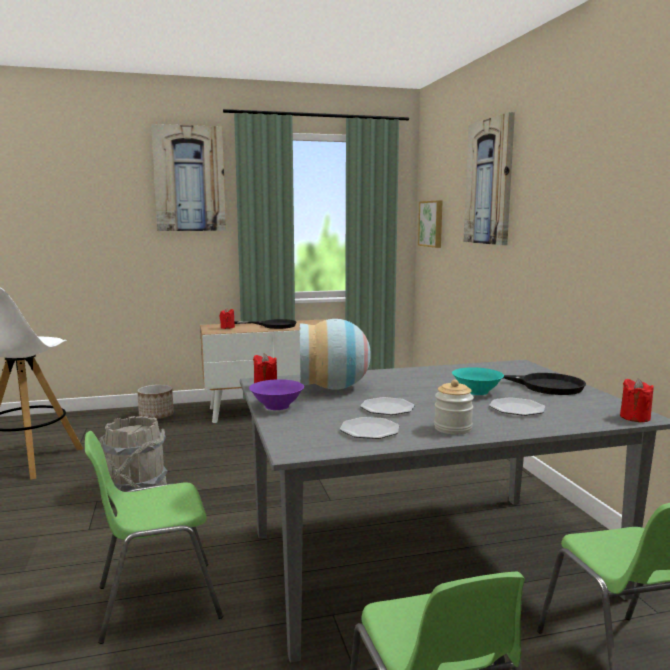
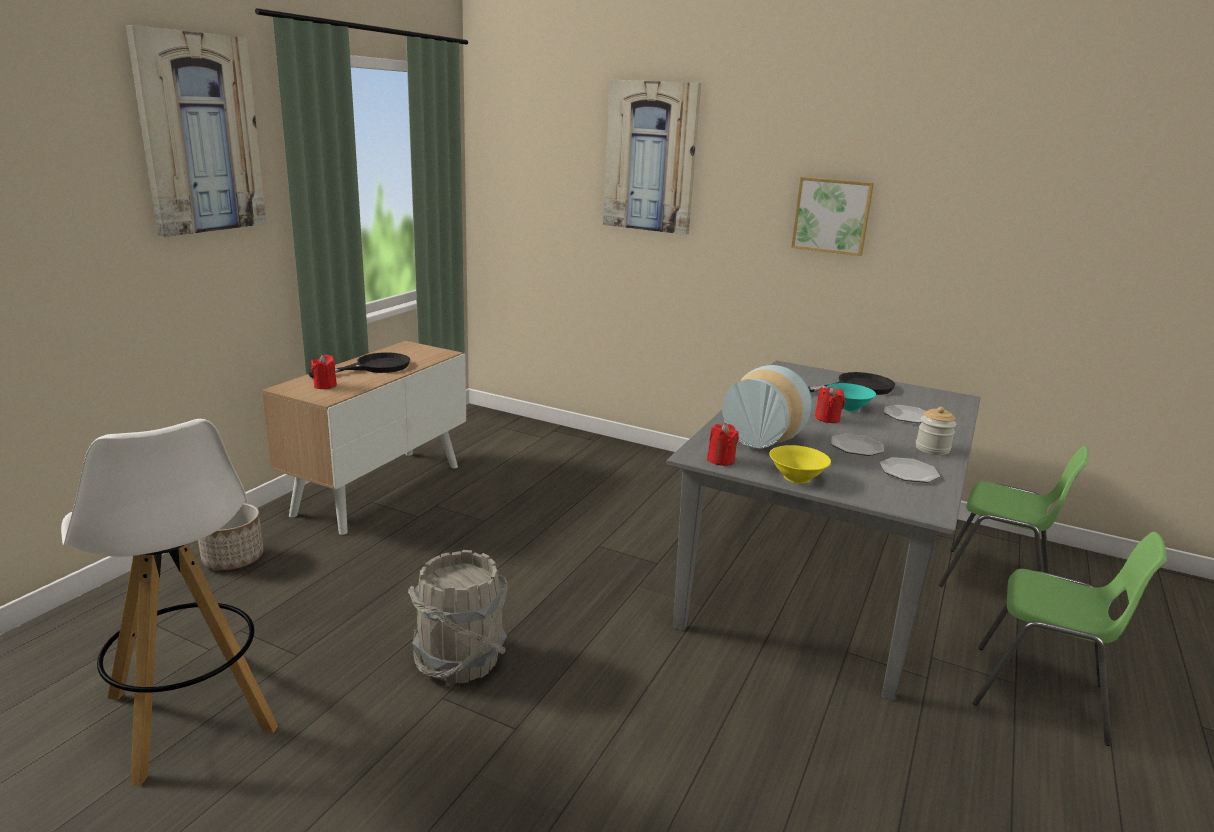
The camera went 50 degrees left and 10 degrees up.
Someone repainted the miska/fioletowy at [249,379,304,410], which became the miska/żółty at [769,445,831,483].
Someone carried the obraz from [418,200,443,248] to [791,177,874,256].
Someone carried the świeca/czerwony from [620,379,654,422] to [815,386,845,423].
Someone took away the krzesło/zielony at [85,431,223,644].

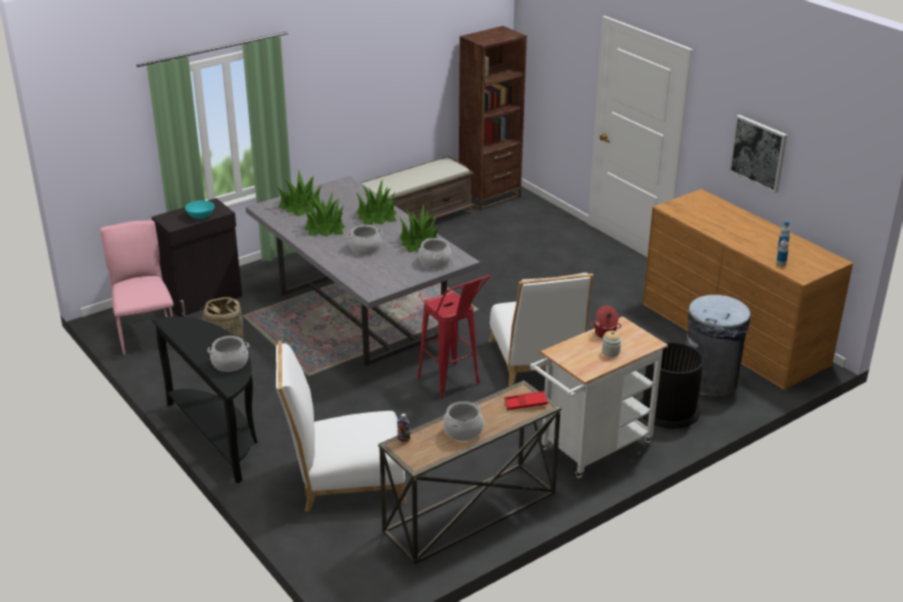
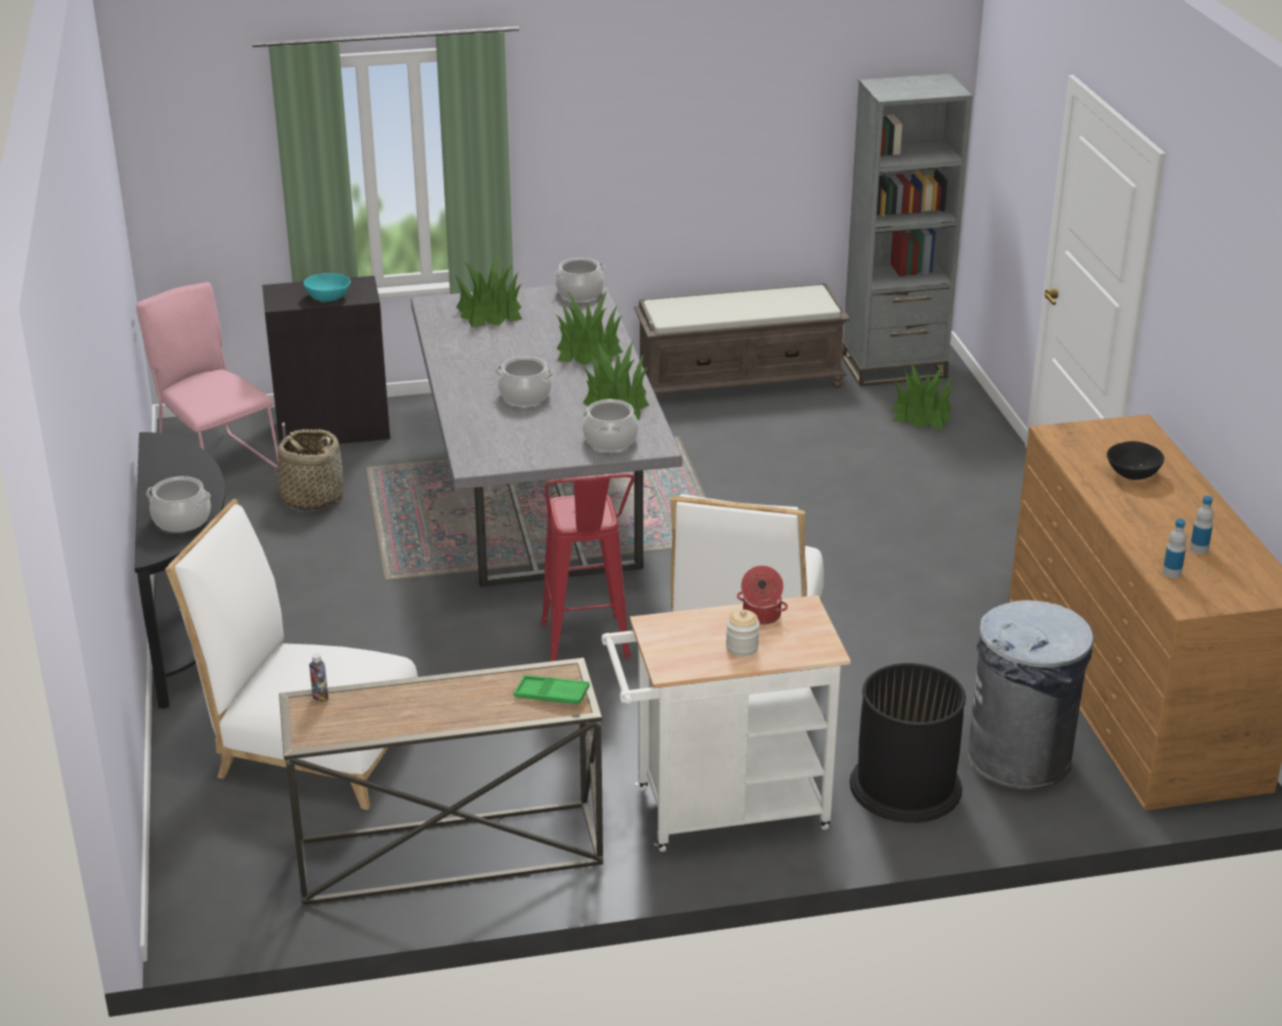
The camera went 25 degrees right and 0 degrees up.
Someone rotated the krzesło/różowy at [100,220,174,356] by 45 degrees counterclockwise.
Someone repainted the taca/czerwony at [505,391,548,410], which became the taca/zielony at [514,675,590,704].
Someone carried the garnek from [443,401,484,441] to [554,258,605,301].
Someone repainted the regał/brązowy at [459,26,527,210], which became the regał/szary at [842,74,973,386].
Someone carried the roślina doniczkowa from [303,191,345,237] to [891,361,954,430].
Someone put down the miska/czarny at [1107,441,1164,480].
Someone took away the obraz at [729,115,787,193].

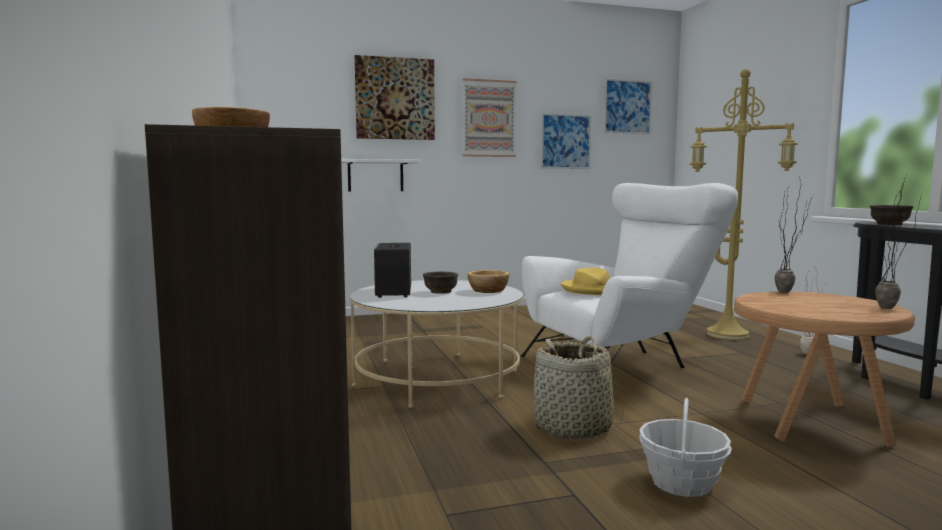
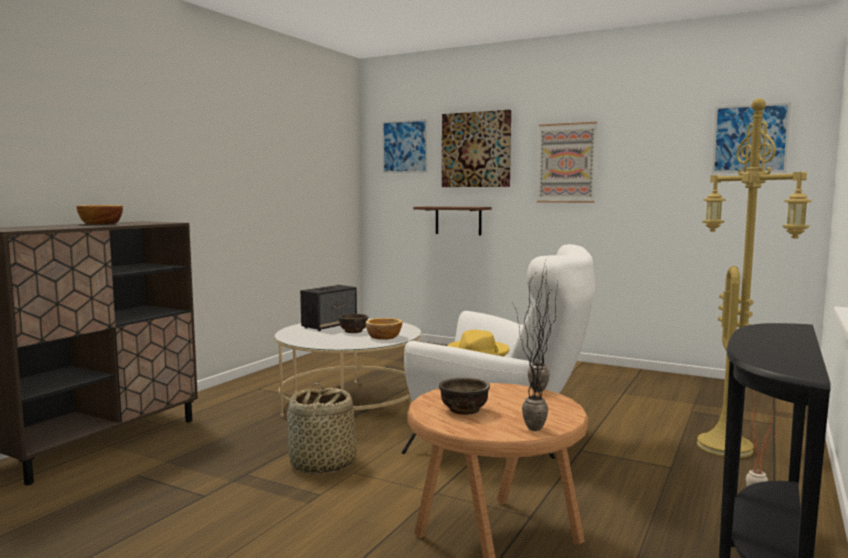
The camera went 45 degrees right and 0 degrees up.
Someone carried the obraz from [541,113,592,169] to [382,119,428,173].
Someone repainted the półka/biały at [341,159,420,191], which became the półka/brązowy at [413,206,491,235].
Someone carried the miska/brązowy from [870,205,913,225] to [439,378,490,415].
Someone took away the koszyk at [639,398,732,497].

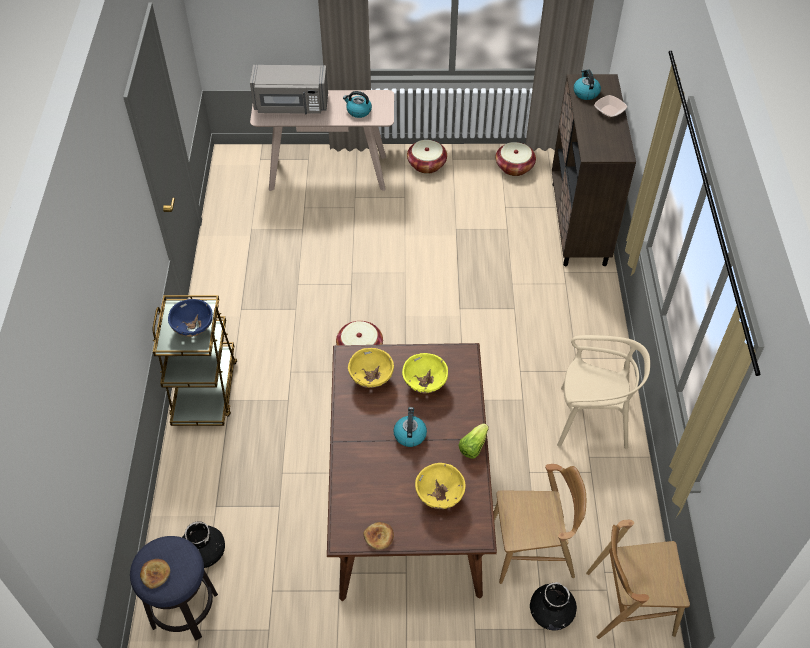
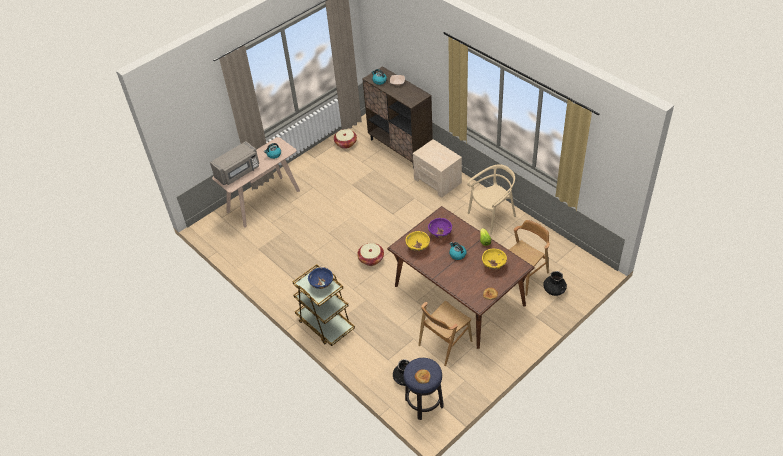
The camera went 40 degrees left and 5 degrees down.
Someone put down the szafka nocna/beżowy at [413,139,462,198].
Someone carried the krzesło/brązowy from [586,520,690,639] to [418,301,472,366].
Someone repainted the miska/żółty at [402,353,448,394], which became the miska/fioletowy at [428,218,452,238].
Someone took away the koszyk at [407,140,447,174].

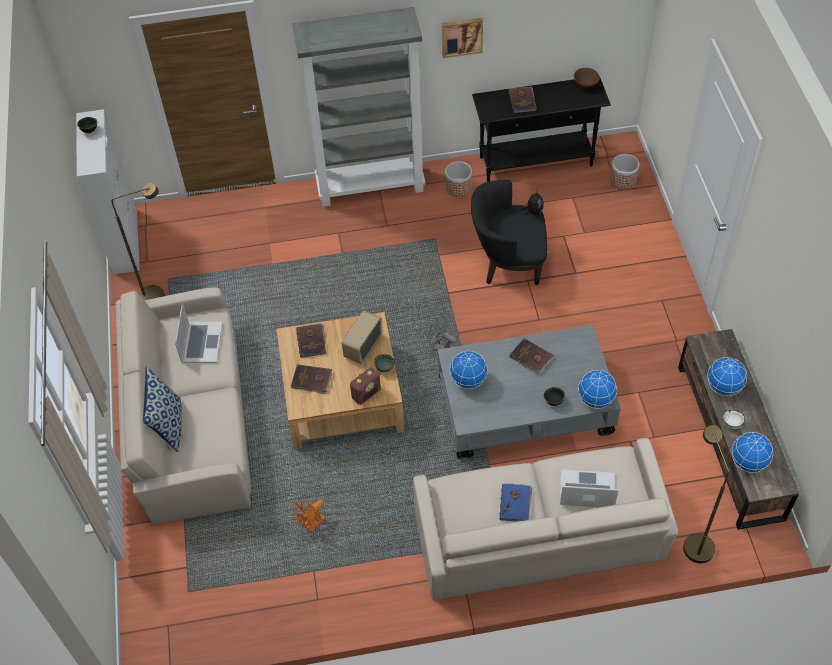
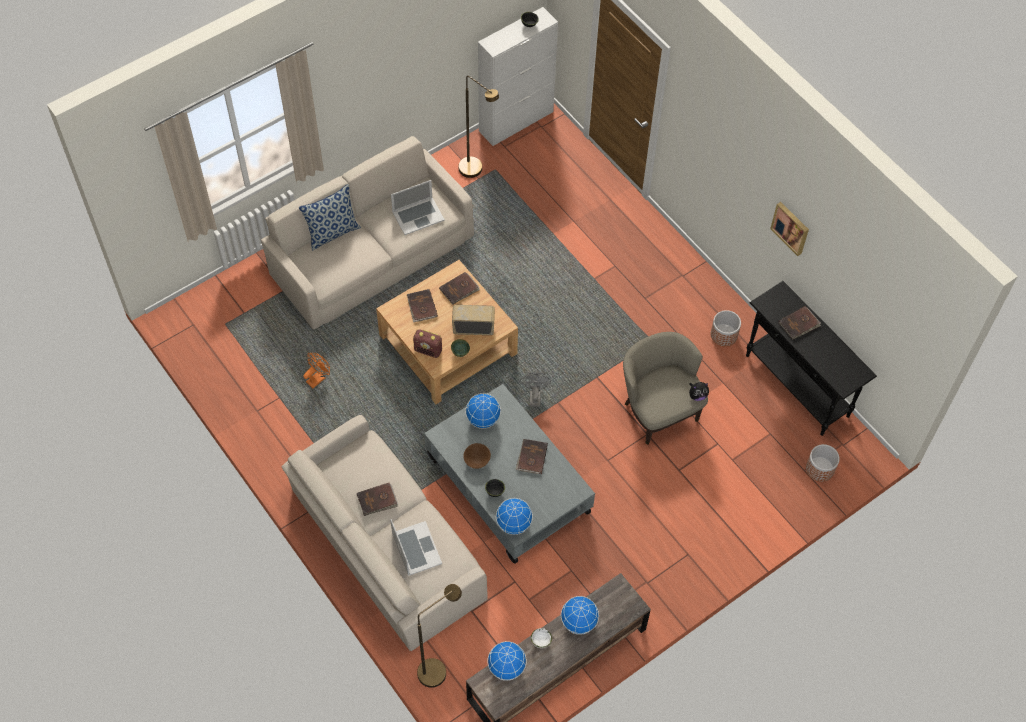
The camera went 60 degrees right and 5 degrees up.
Someone rotated the wentylator/pomarańczowy at [293,499,325,532] by 120 degrees clockwise.
Someone repainted the książka/niebieski at [500,483,532,522], which became the książka/brązowy at [357,483,398,516].
Someone carried the miska/brązowy from [574,68,600,88] to [463,443,491,469].
Someone repainted the fotel/czarny at [471,180,547,285], which became the fotel/beżowy at [623,332,708,445].
Someone took away the regał/szary at [293,7,425,207].

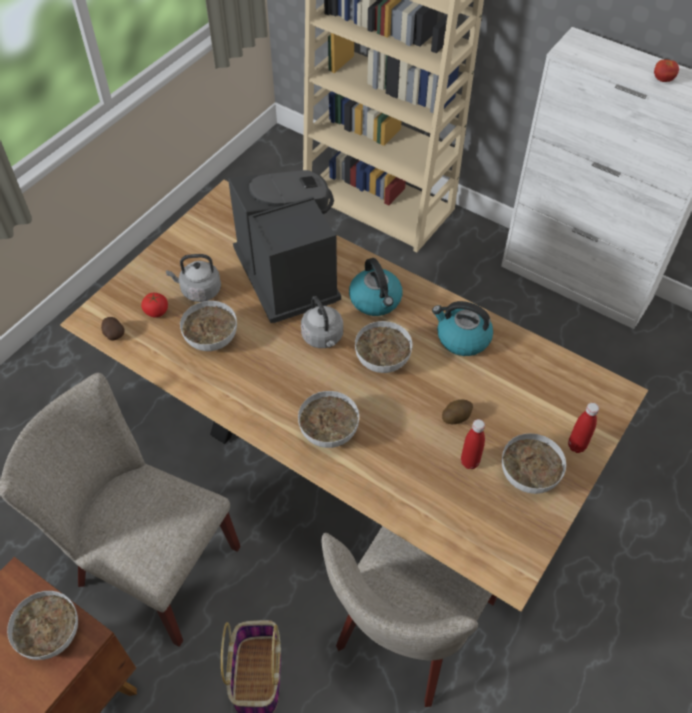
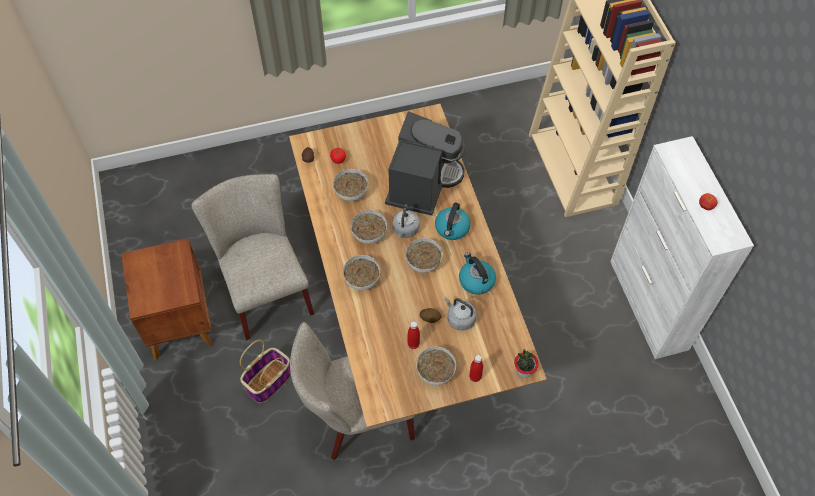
The camera went 40 degrees right and 5 degrees up.
Someone carried the miska from [7,591,78,660] to [351,210,387,244].
Someone carried the czajnik/szary from [166,254,221,302] to [444,297,477,331].
Someone put down the roślina doniczkowa at [514,349,539,378].

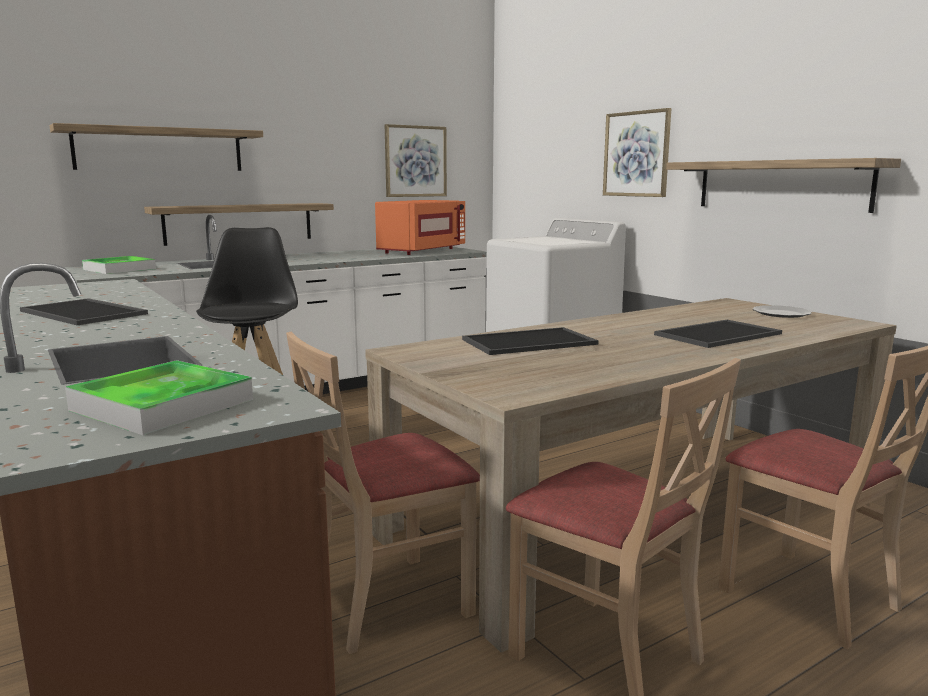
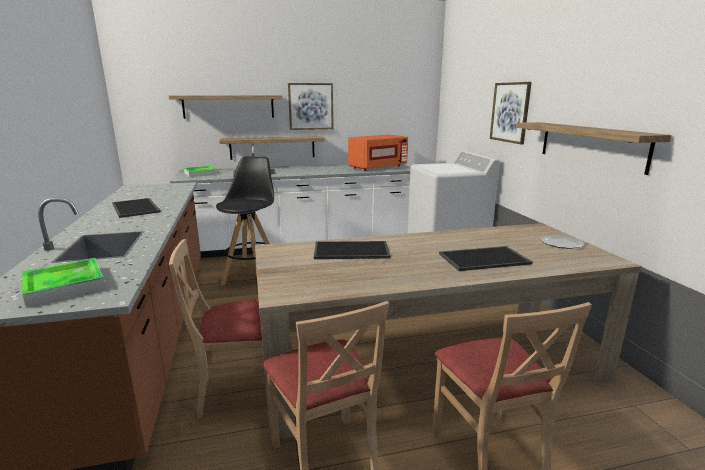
The camera went 20 degrees right and 5 degrees up.
Someone carried the obraz from [385,124,447,197] to [288,83,333,130].

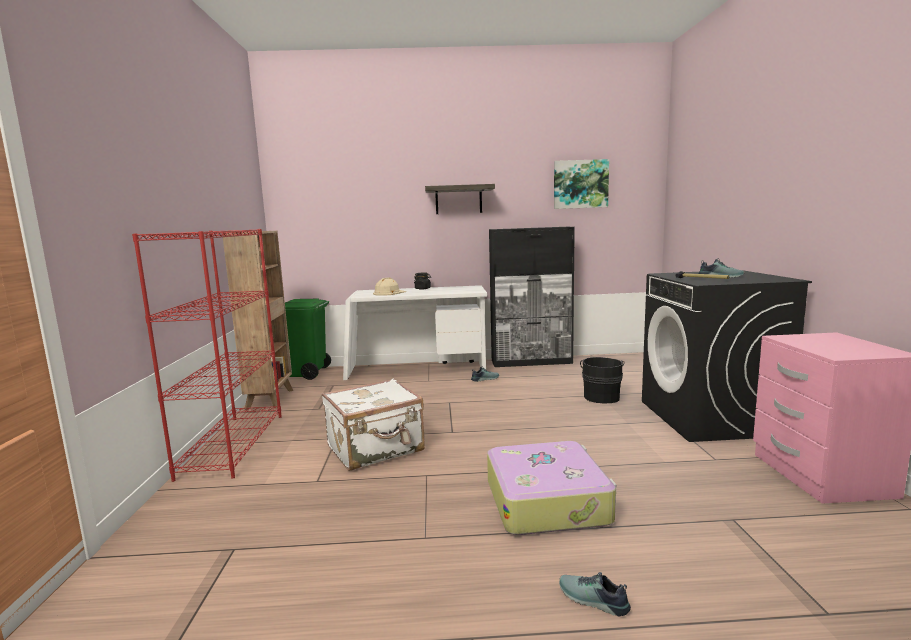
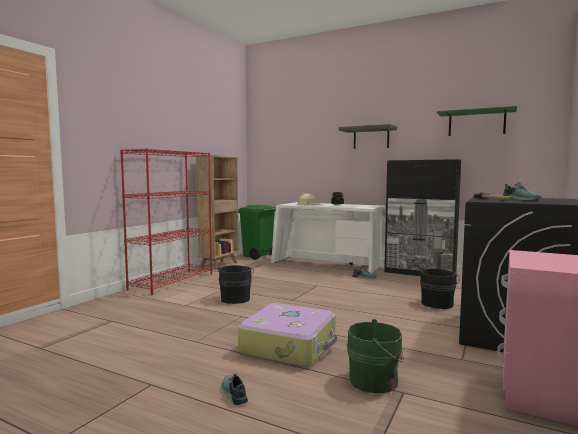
The camera went 30 degrees right and 5 degrees down.
Someone swapped the walizka/biały at [322,379,425,471] for the wiadro/czarny at [218,265,254,304].
Someone put down the wiadro/zielony at [347,319,404,393].
Someone swapped the obraz at [554,159,609,209] for the półka/zielony at [437,106,517,136].

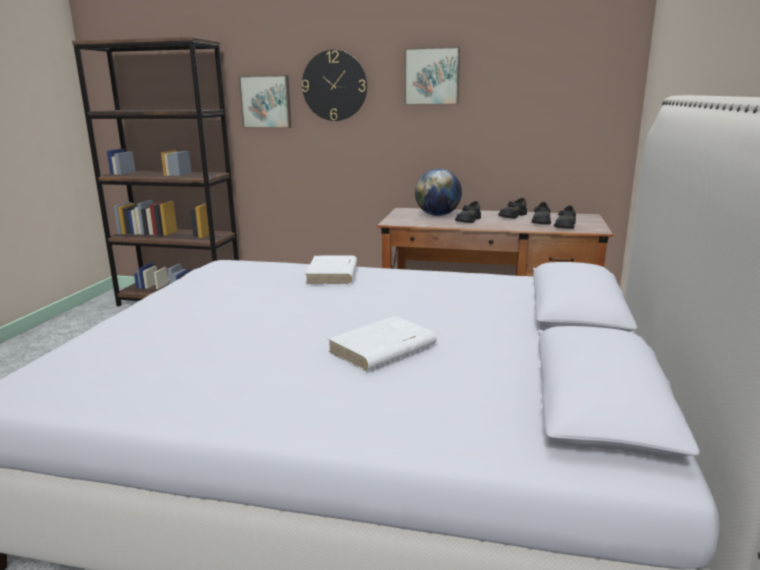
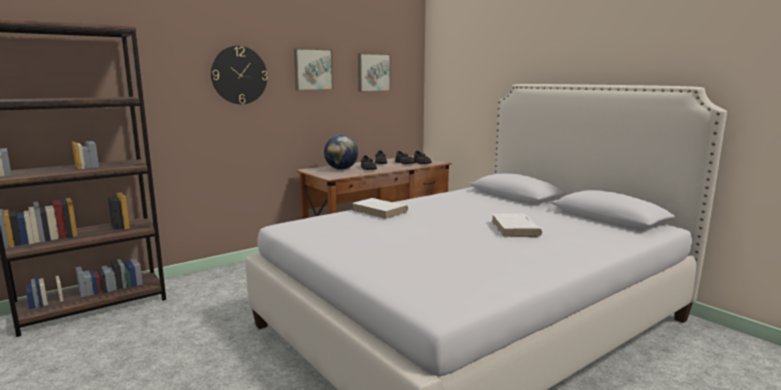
The camera went 50 degrees left and 5 degrees down.
Someone carried the obraz from [238,75,291,128] to [358,53,391,92].

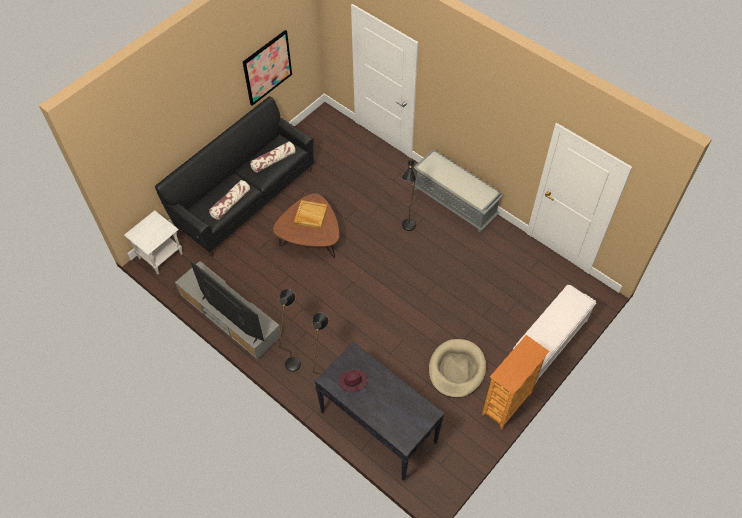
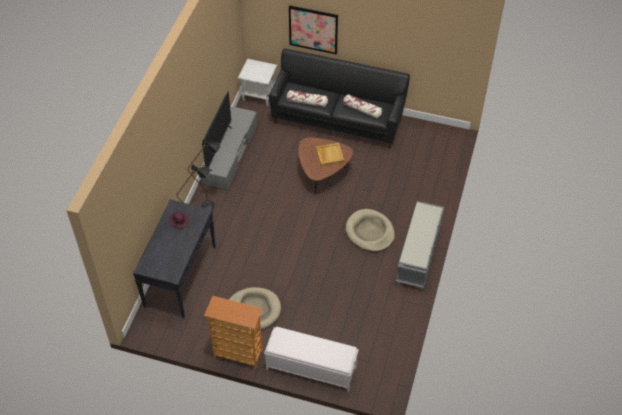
The camera went 65 degrees right and 5 degrees down.
Someone carried the obraz from [243,30,292,106] to [289,5,338,54].
Someone swapped the lampa stojąca/czarny at [402,160,417,231] for the legowisko/beżowy at [346,209,395,252].

